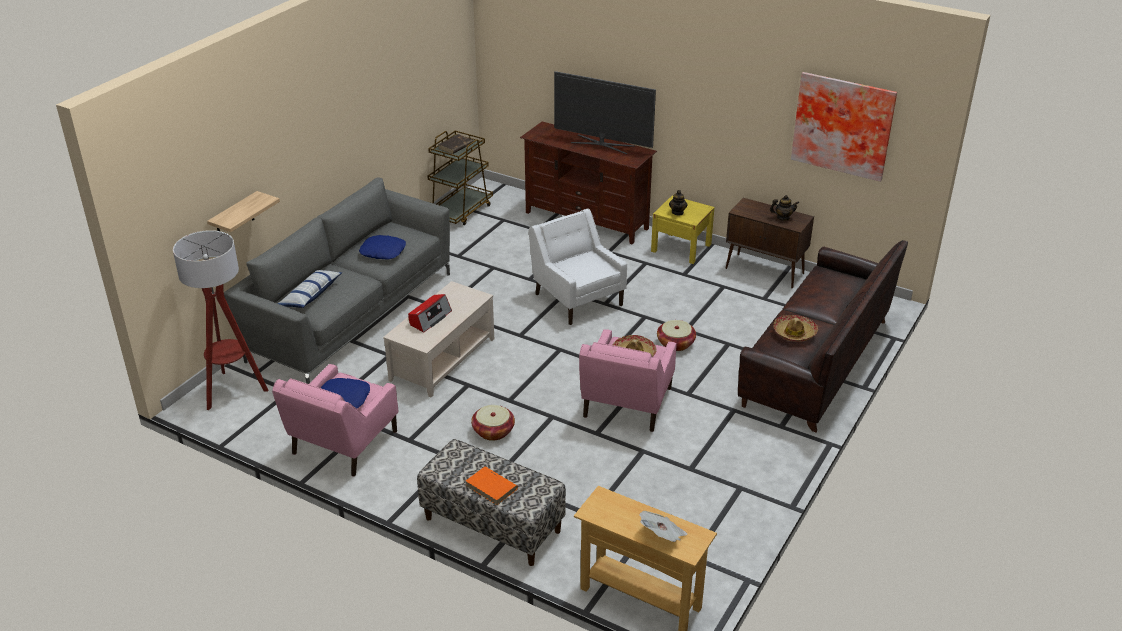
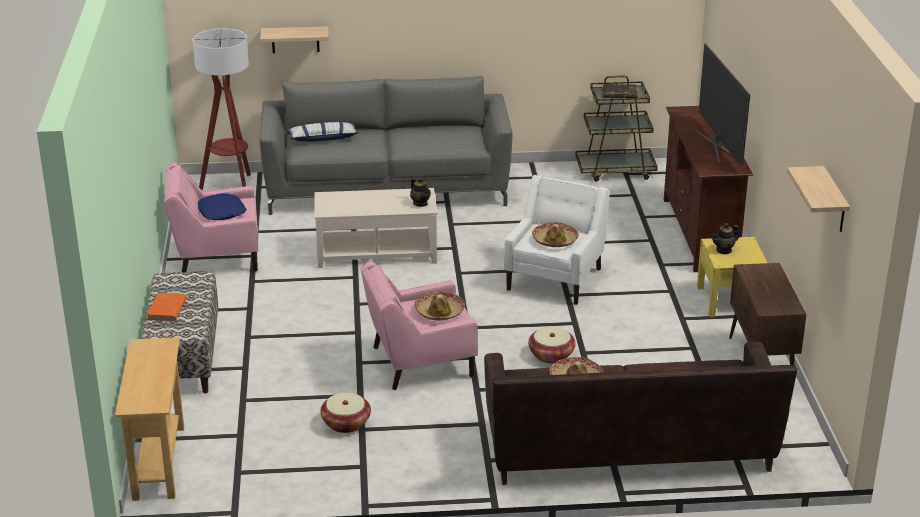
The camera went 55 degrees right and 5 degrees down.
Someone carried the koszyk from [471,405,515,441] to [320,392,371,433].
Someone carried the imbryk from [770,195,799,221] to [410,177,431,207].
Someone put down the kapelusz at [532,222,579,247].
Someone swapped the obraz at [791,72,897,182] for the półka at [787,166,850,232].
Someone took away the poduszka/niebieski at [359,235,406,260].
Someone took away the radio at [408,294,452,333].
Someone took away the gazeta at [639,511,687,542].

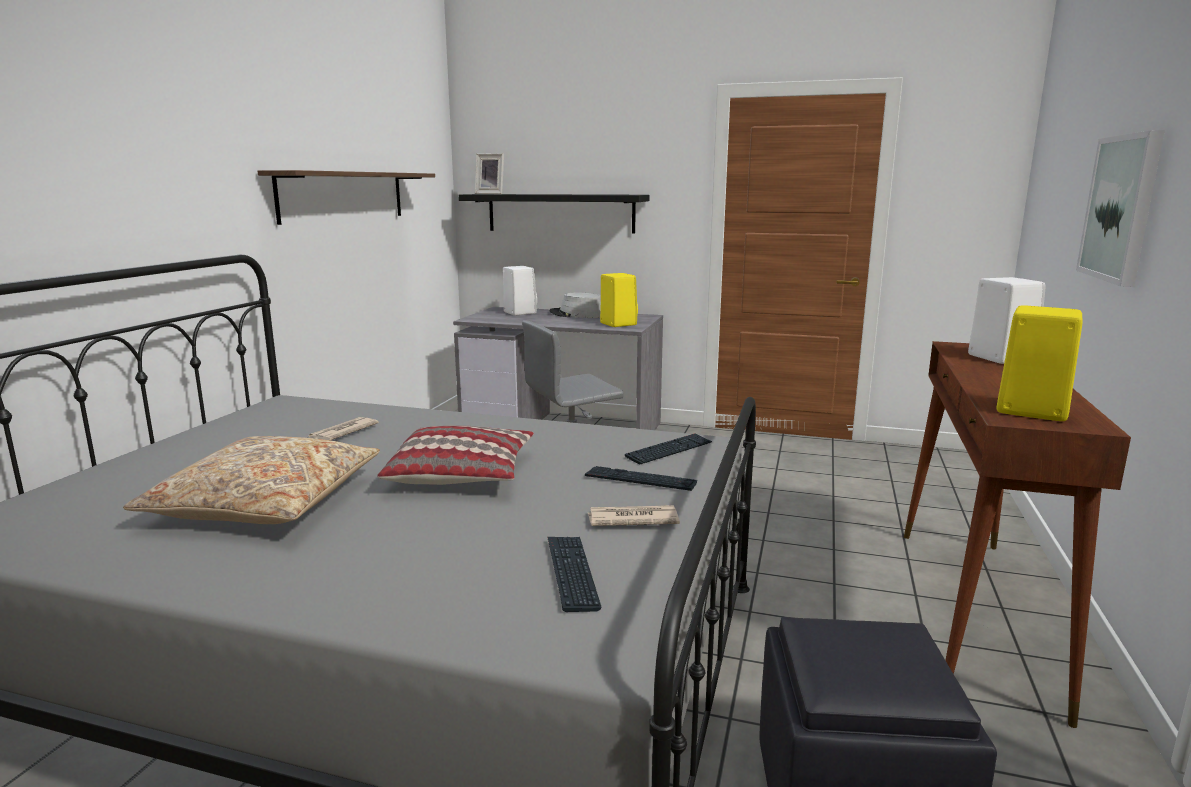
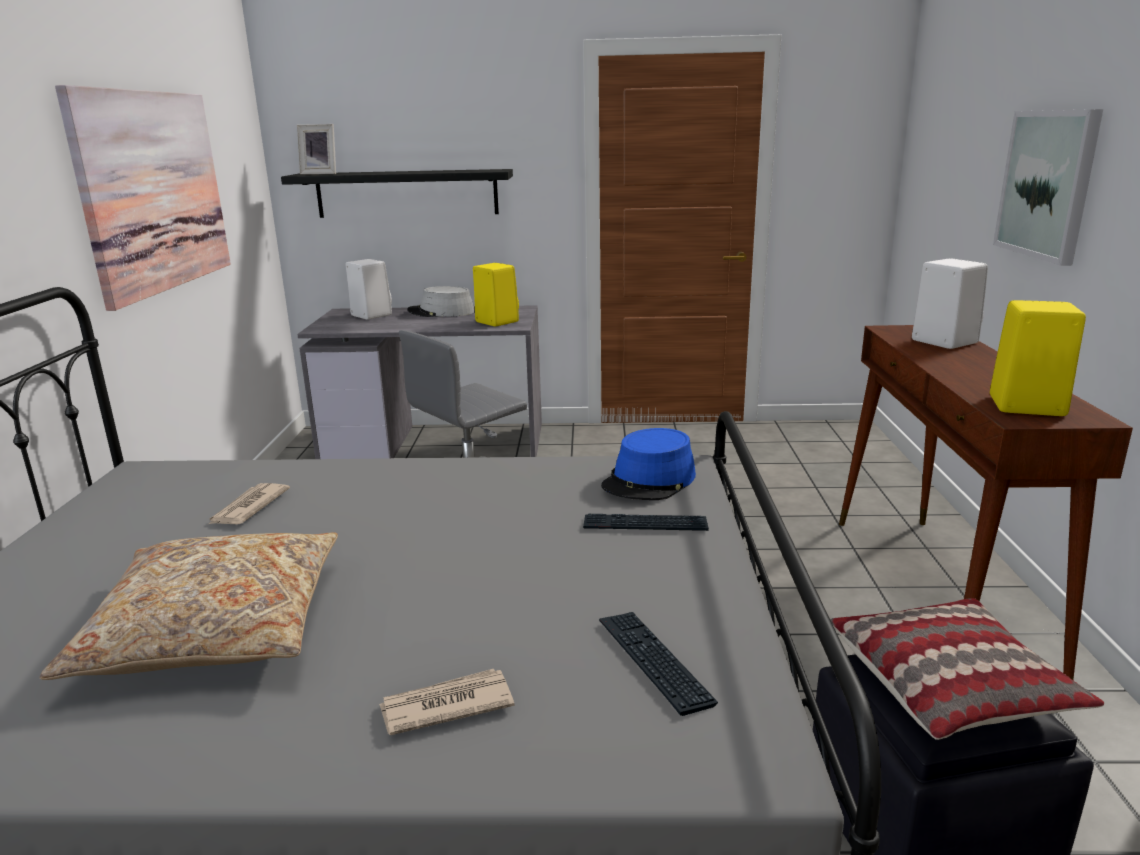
The camera went 15 degrees left and 5 degrees up.
Someone swapped the półka at [257,170,435,225] for the obraz at [55,85,231,311].
Someone carried the gazeta from [588,505,680,526] to [379,669,515,735].
Someone swapped the klawiatura at [625,433,712,464] for the kapelusz/niebieski at [601,428,696,500].
Someone carried the poduszka from [377,426,534,485] to [830,598,1104,740].

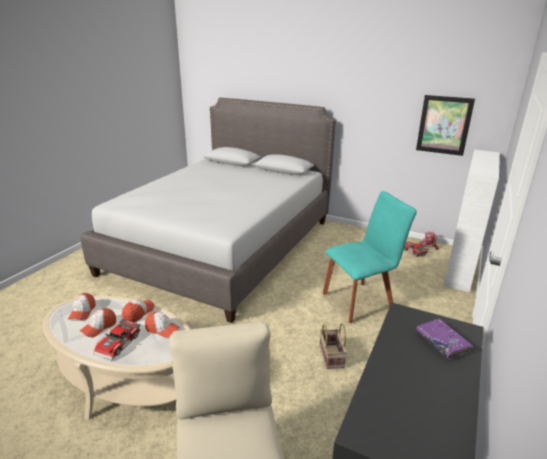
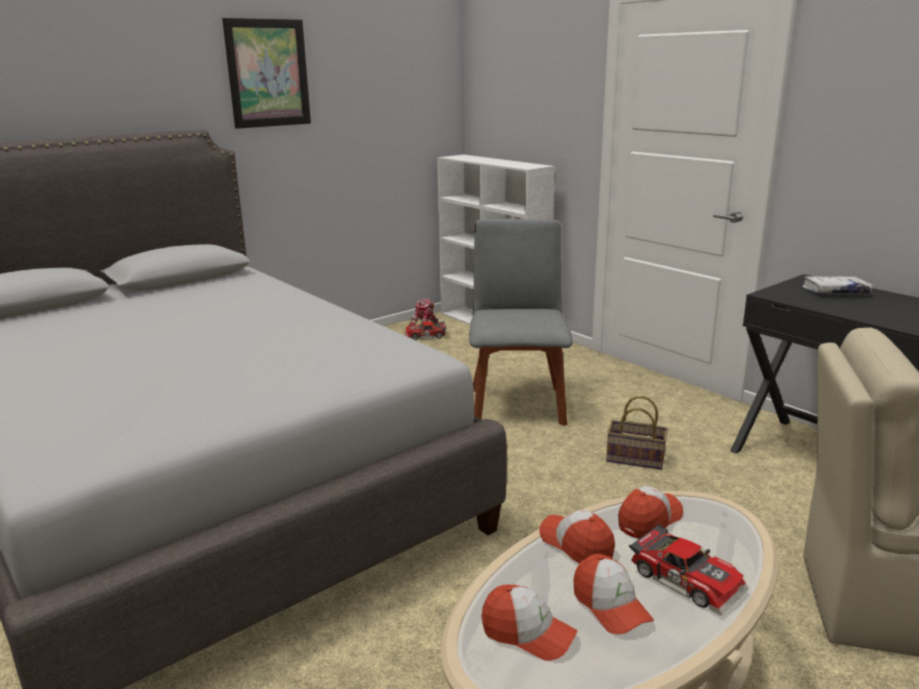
The camera went 65 degrees left and 5 degrees down.
Someone carried the obraz from [416,95,475,156] to [222,18,311,129].
Someone repainted the krzesło/turkusowy at [323,191,417,323], which became the krzesło/szary at [469,219,573,426].
Someone repainted the książka/fioletowy at [416,318,473,359], which became the książka/biały at [802,276,872,294].

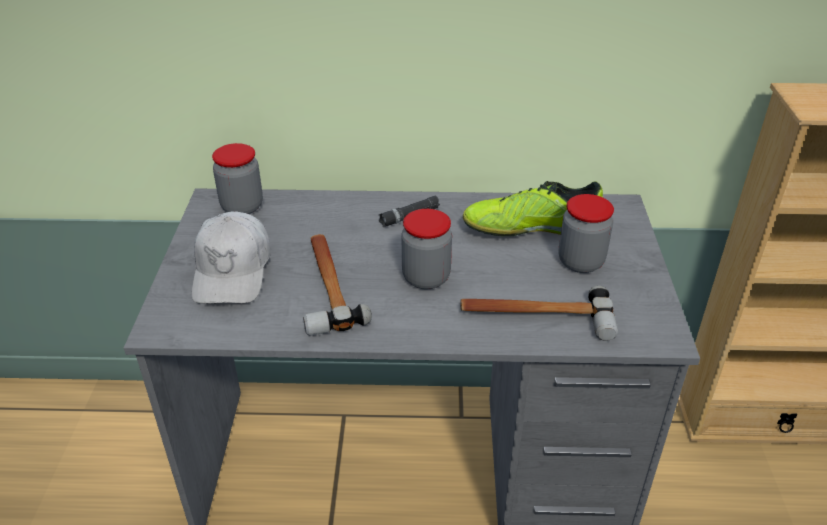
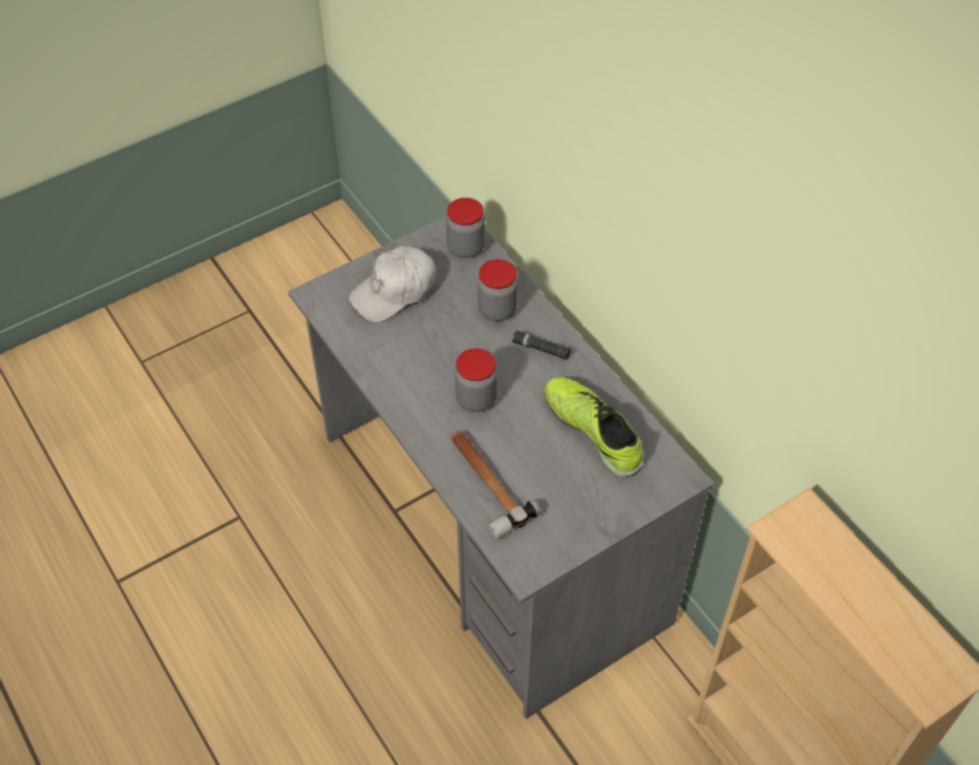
The camera went 55 degrees right and 15 degrees up.
Someone carried the słoik from [558,194,614,273] to [478,259,518,321].
Someone took away the młotek at [303,234,372,336].

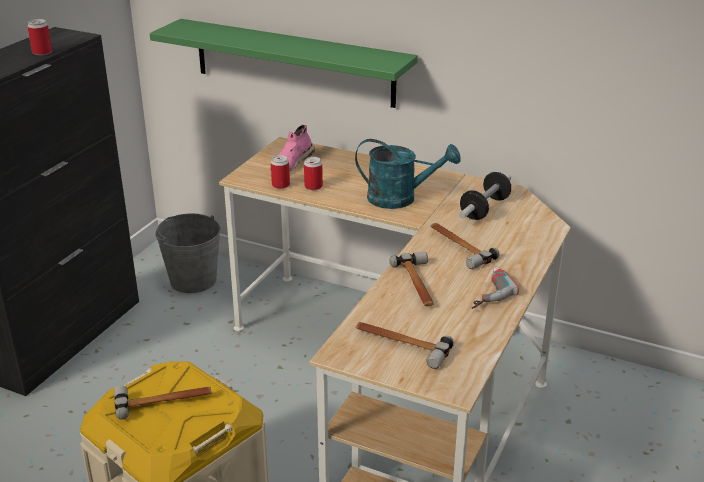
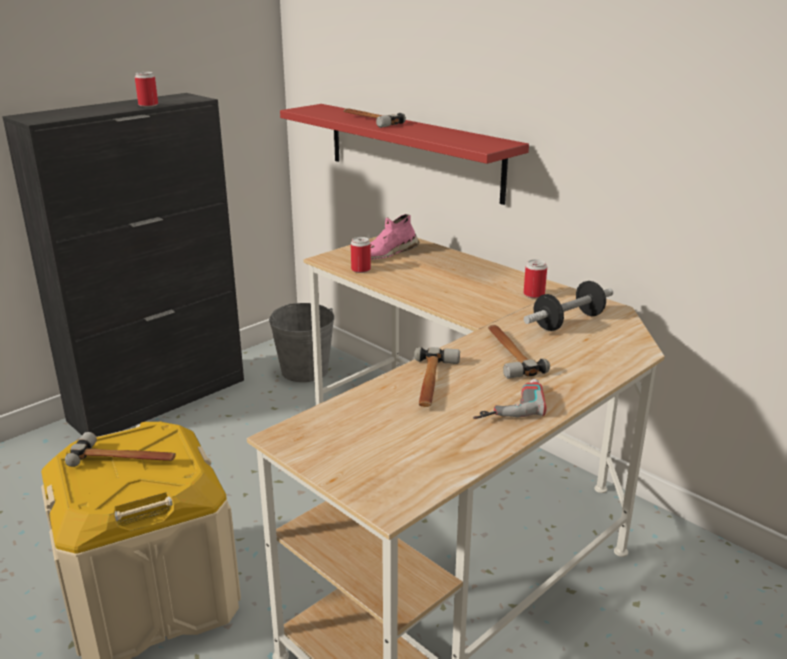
The camera went 20 degrees right and 5 degrees down.
Someone repainted the półka/zielony at [150,19,418,108], which became the półka/czerwony at [280,104,529,205].
Someone carried the młotek from [356,322,454,369] to [344,108,406,128].
Someone carried the puszka from [304,157,323,190] to [524,259,547,298].
Someone took away the konewka/turkusowy at [355,139,461,209].

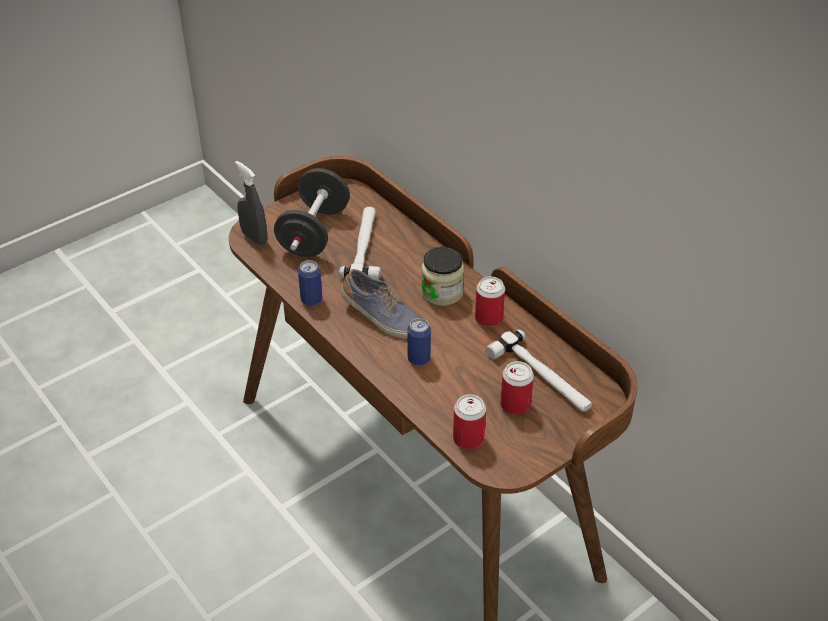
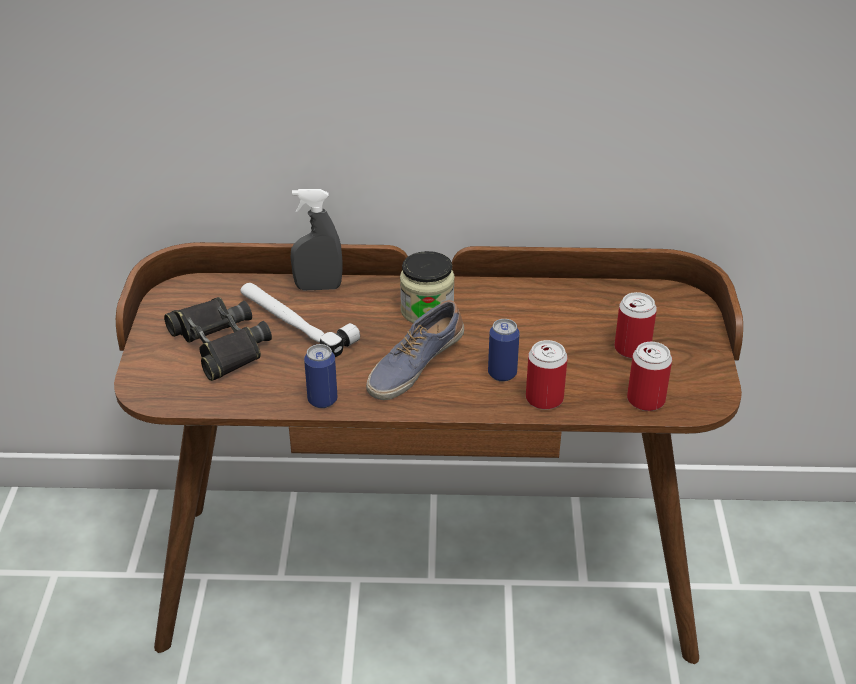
The camera went 50 degrees left and 5 degrees down.
Someone swapped the hantel/czarny at [274,168,350,257] for the lornetka/czarny at [164,297,272,381].
Someone carried the spryskiwacz/szary from [235,161,268,246] to [290,189,342,290].
Someone rotated the but at [341,269,420,339] by 150 degrees clockwise.
Someone carried the puszka from [475,276,505,327] to [526,340,568,410].
Someone took away the młotek at [486,330,592,412].

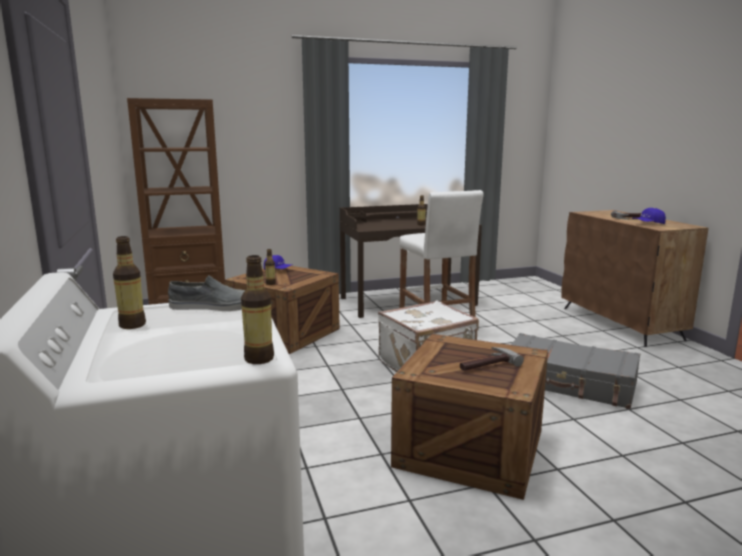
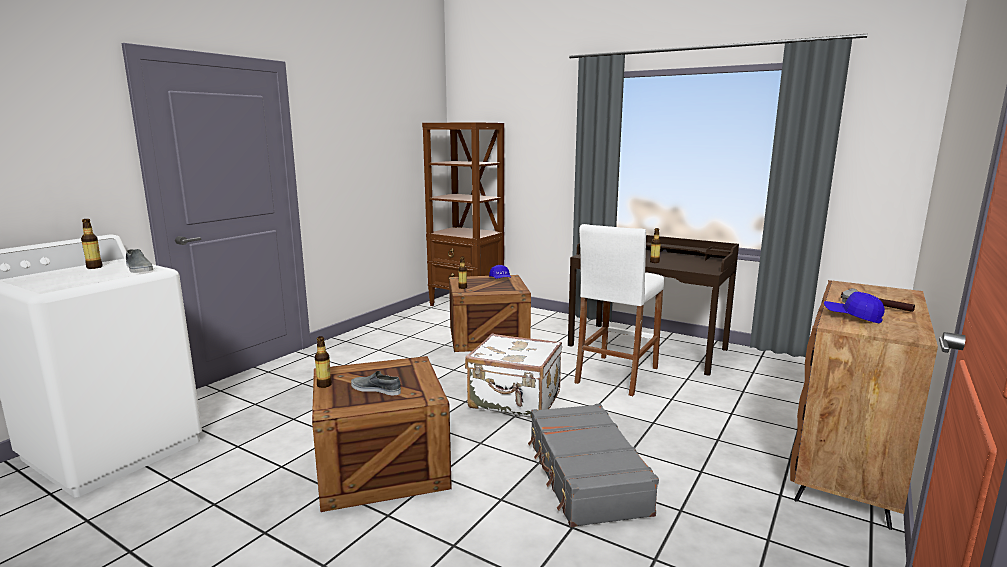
The camera went 50 degrees right and 0 degrees up.
Someone carried the butelka from [241,255,274,364] to [315,336,332,388].
Someone swapped the młotek at [460,347,524,371] for the but/szary at [351,371,401,396].

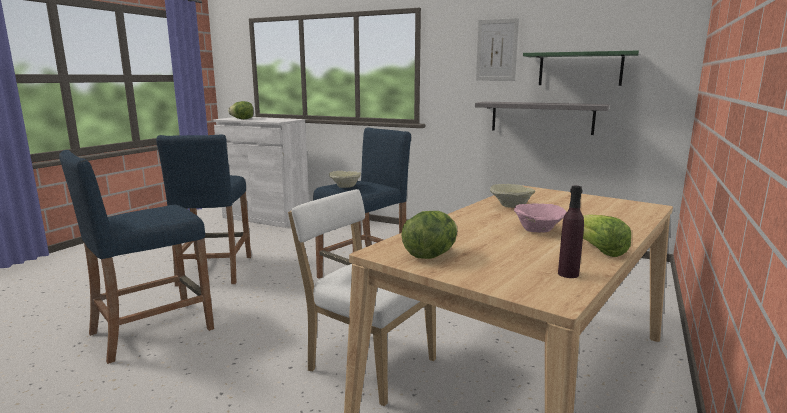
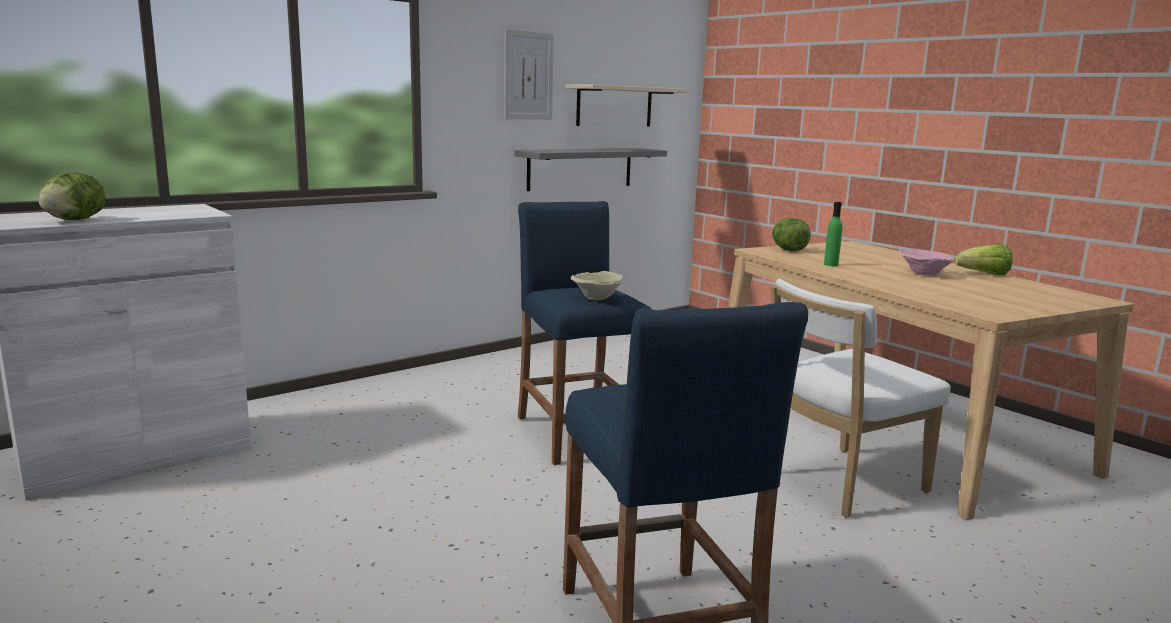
The camera went 65 degrees left and 0 degrees up.
Someone repainted the półka/zielony at [523,51,639,86], which became the półka/beżowy at [566,84,690,126].
Someone carried the sałata from [402,211,458,259] to [772,218,811,251].
Someone swapped the miska/beżowy at [490,184,535,208] for the butelka/zielony at [824,202,842,266].
Someone took away the stołek/niebieski at [156,135,251,286].
Someone took away the butelka/fioletowy at [558,186,584,278].

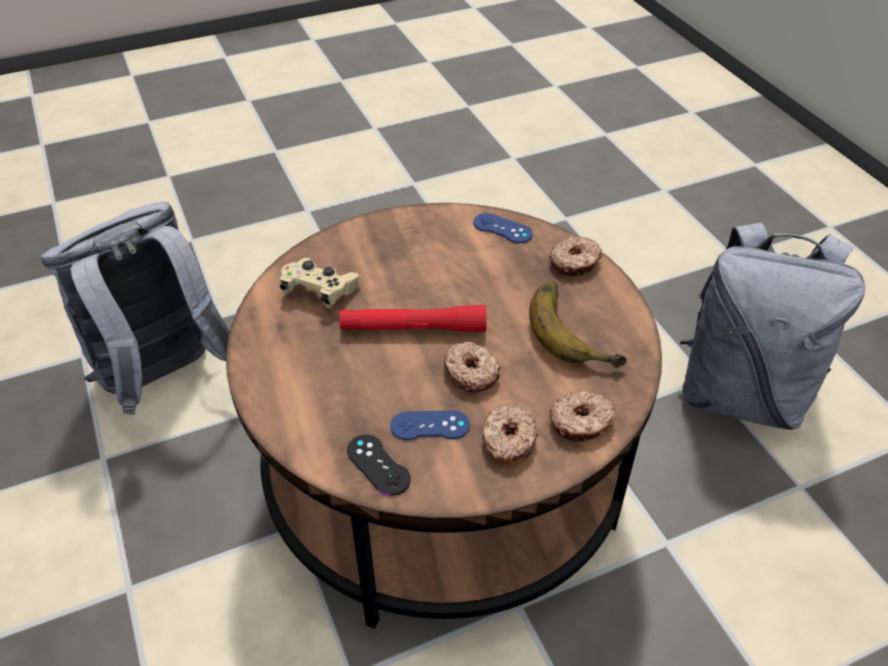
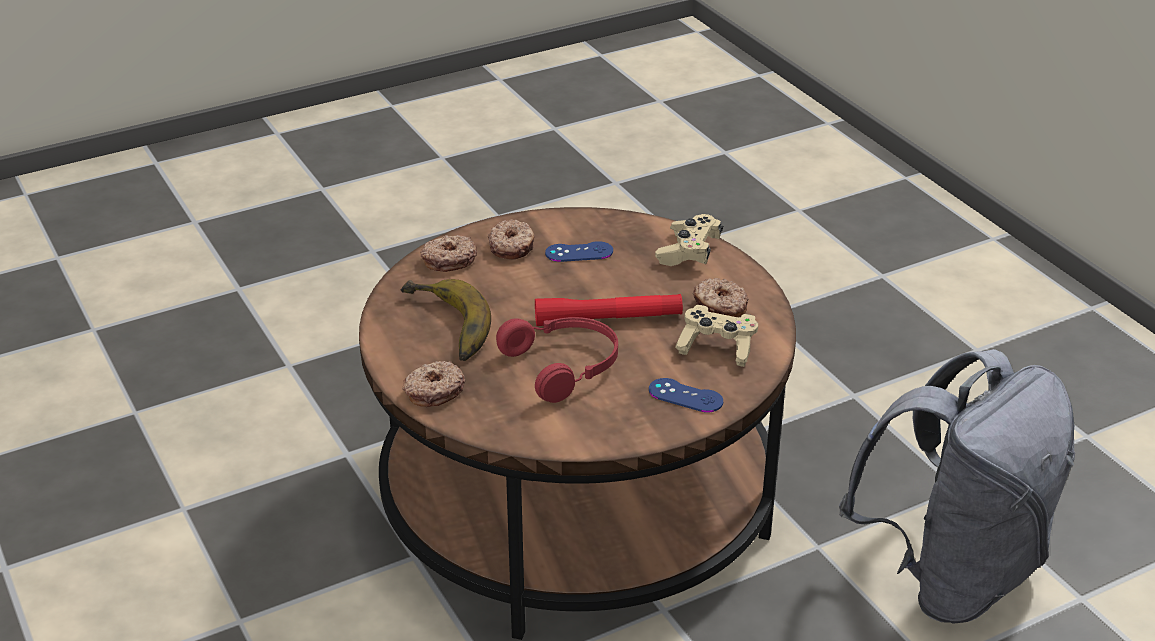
The camera went 175 degrees right and 10 degrees down.
Someone put down the słuchawki/czerwony at [496,317,618,403].
Someone carried the pad do gier/niebieski from [473,213,533,243] to [649,378,723,412].
Someone put down the pad do gier/beżowy at [655,214,723,266].
Someone carried the donut from [444,342,501,393] to [693,278,749,317].
Someone took away the pad do gier/czarny at [347,435,411,496].
Someone took away the plecak/szary at [680,223,865,430].

